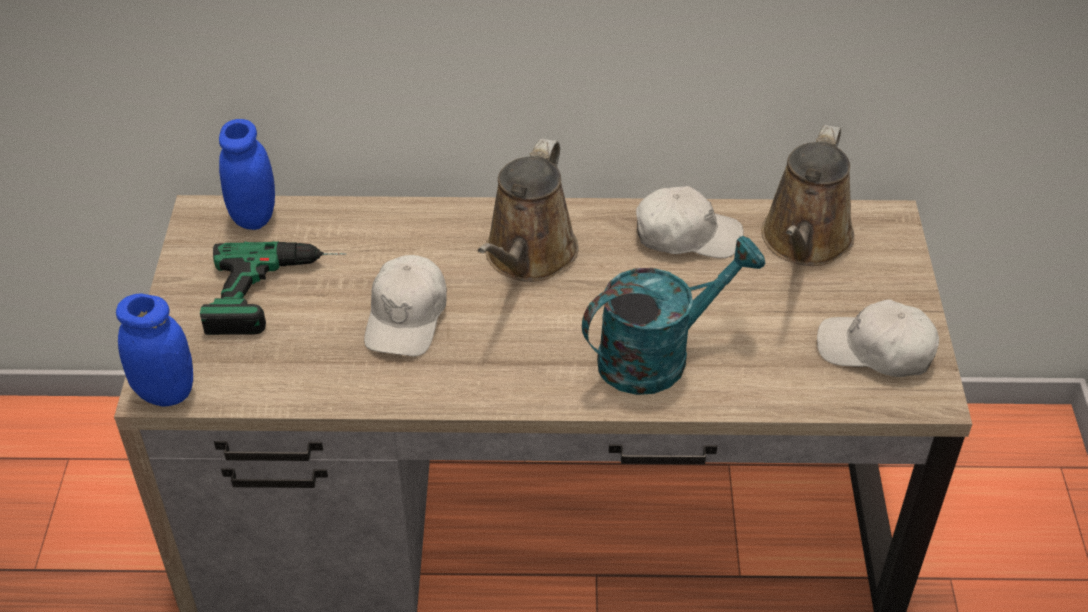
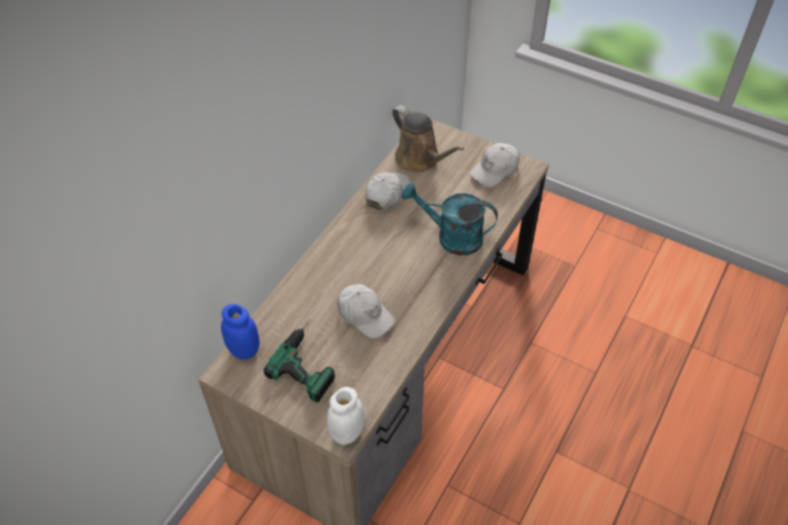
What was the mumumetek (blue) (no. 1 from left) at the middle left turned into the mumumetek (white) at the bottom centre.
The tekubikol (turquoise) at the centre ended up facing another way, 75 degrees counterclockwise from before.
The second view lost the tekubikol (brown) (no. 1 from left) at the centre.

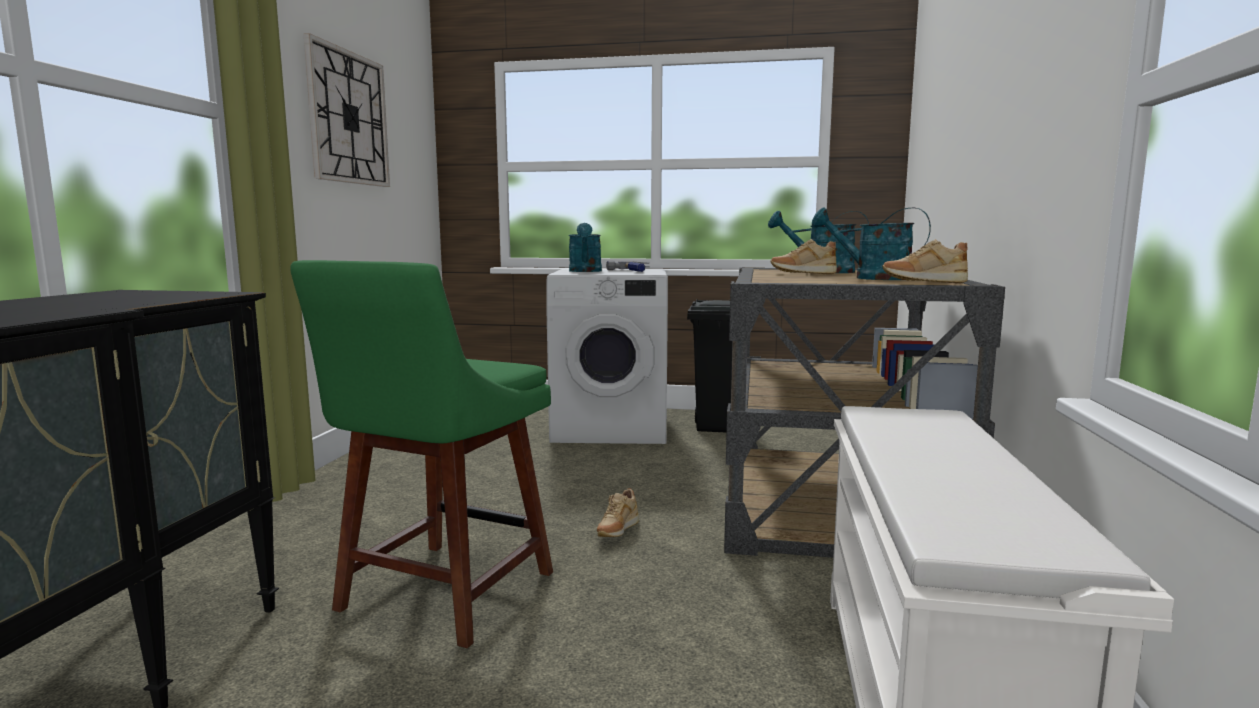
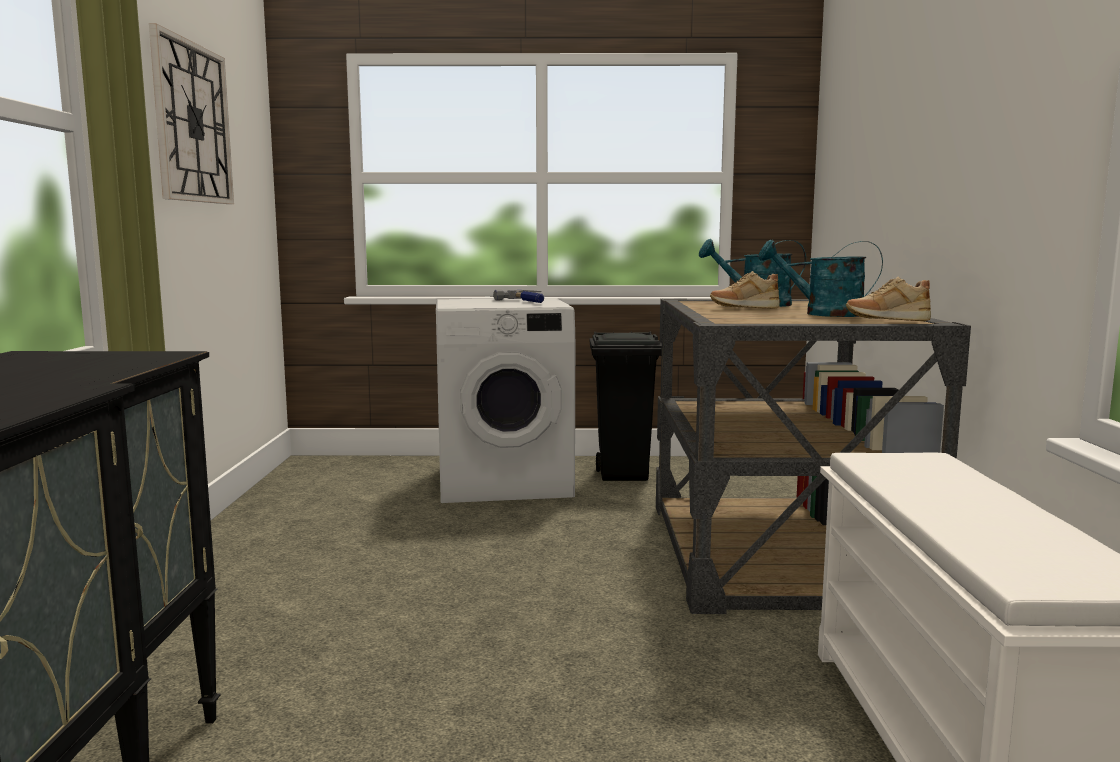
The second view lost the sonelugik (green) at the centre.
The second view lost the tekubikol (turquoise) (no. 1 from left) at the centre.
The second view lost the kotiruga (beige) (no. 1 from left) at the bottom centre.

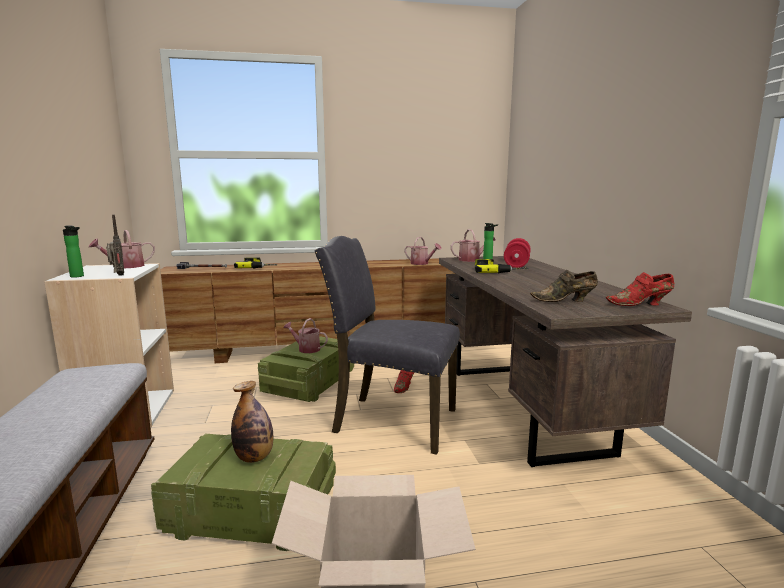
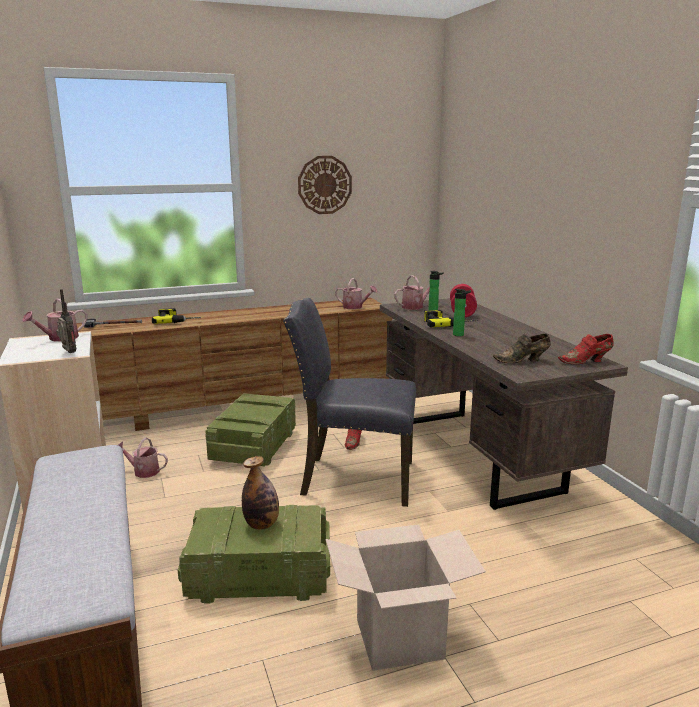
The tekubikol (no. 2 from left) ended up elsewhere, having gone from the centre to the middle left.
The second view gained the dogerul at the top centre.
The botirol (no. 1 from left in the first image) ended up elsewhere, having gone from the middle left to the centre.

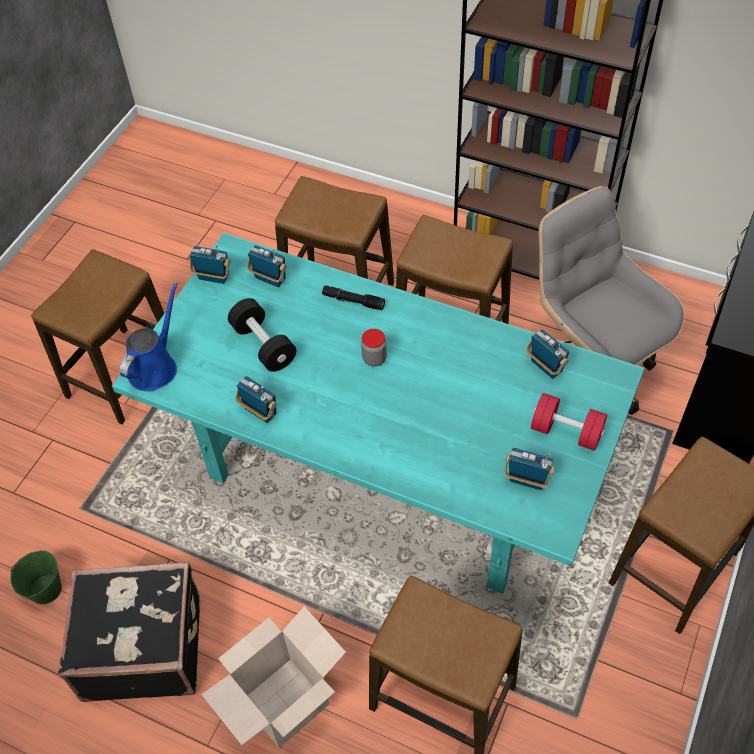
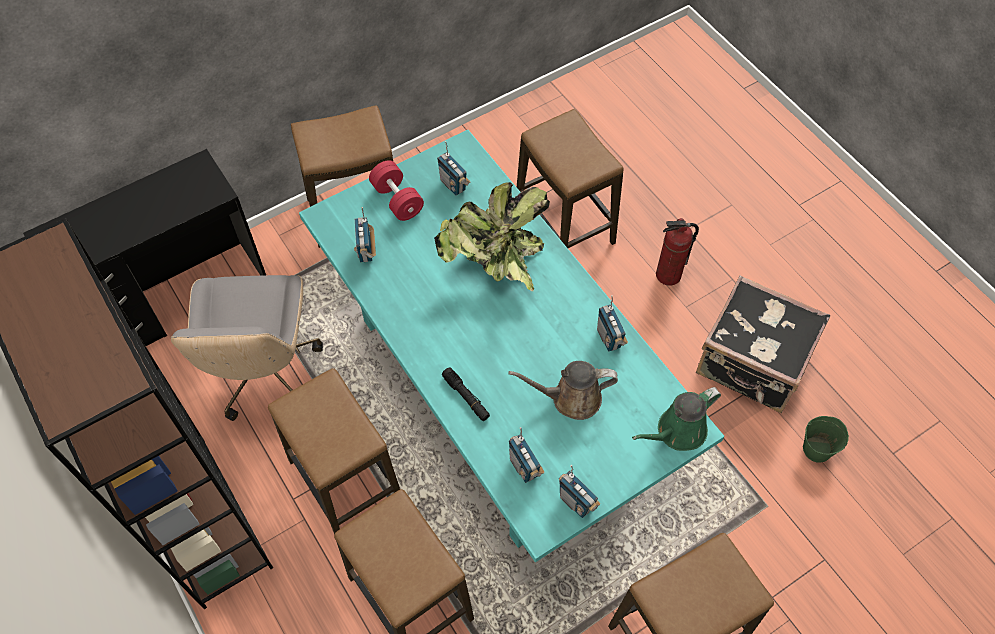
The second view gained the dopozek at the centre.
Where the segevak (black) stood at the centre, the tekubikol (brown) came to stand at the centre.
What was the tekubikol (blue) at the middle left turned into the tekubikol (green) at the middle right.
Where the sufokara stood at the bottom centre, the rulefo came to stand at the middle right.
The second view lost the mumumetek at the centre.

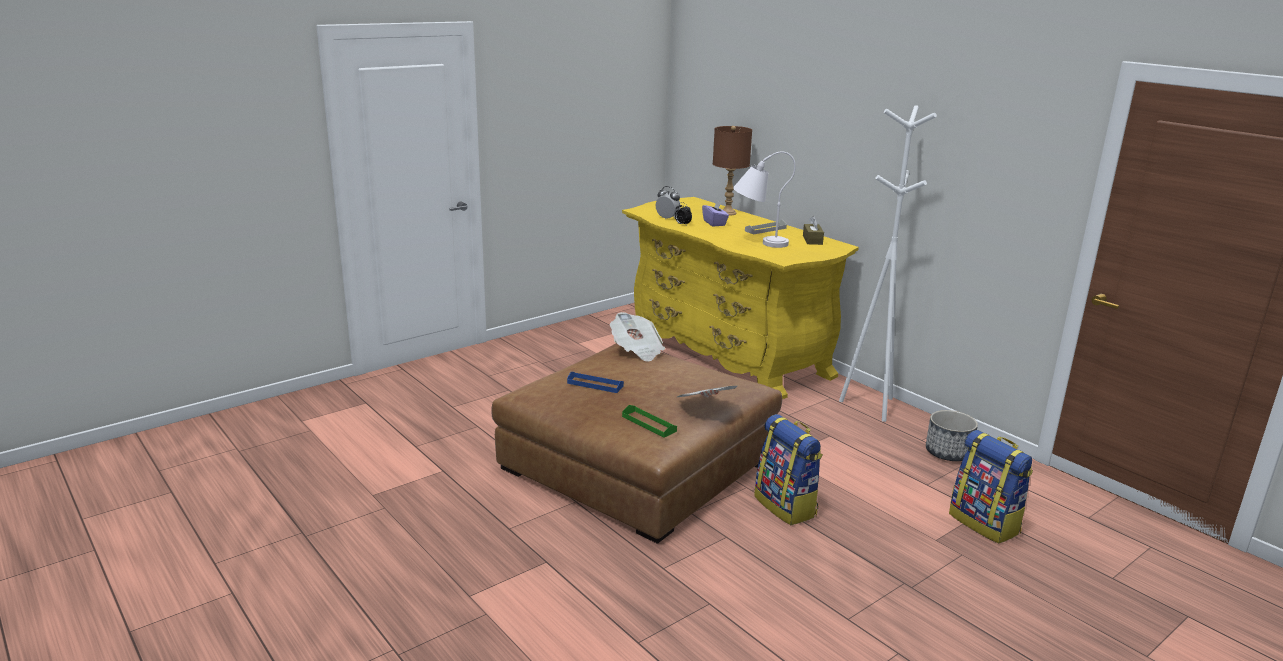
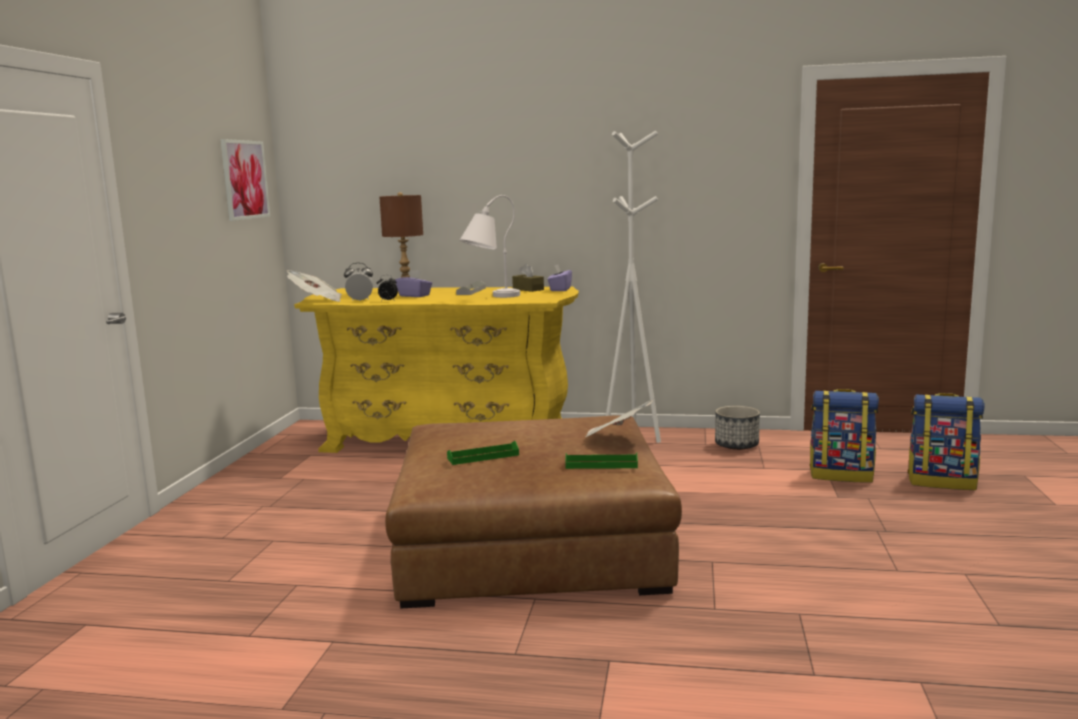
The second view gained the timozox at the top left.
The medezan (no. 1 from left) ended up elsewhere, having gone from the centre to the middle left.
What was the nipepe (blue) at the centre turned into the nipepe (green) (no. 1 from left) at the centre.
The second view gained the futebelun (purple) (no. 2 from left) at the centre.
The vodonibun (no. 1 from left in the first image) ended up elsewhere, having gone from the bottom centre to the middle right.

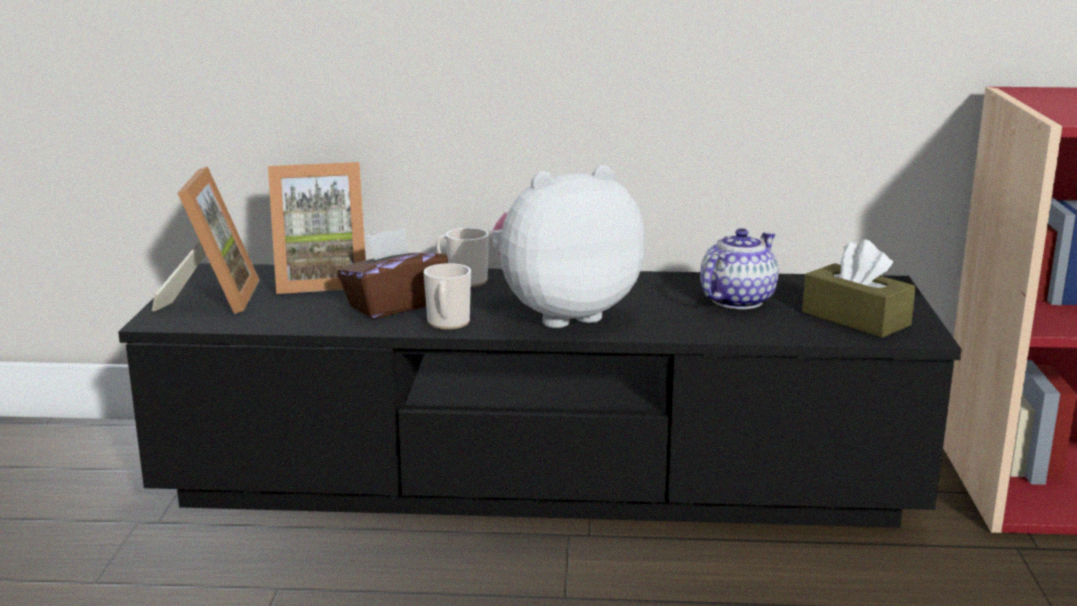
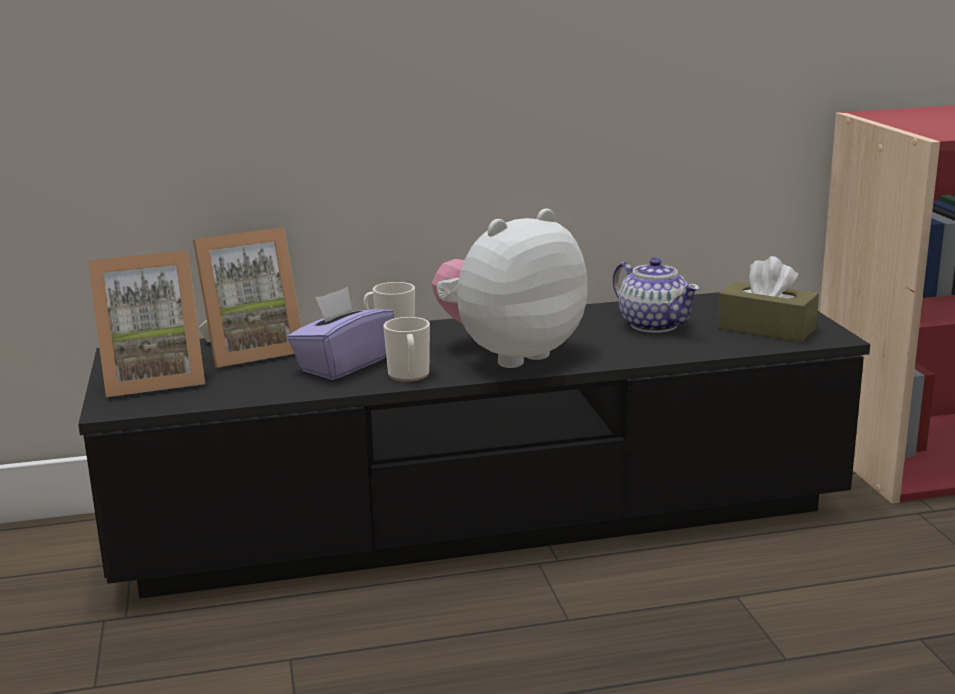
The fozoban (no. 1 from left) at the middle left ended up facing another way, 90 degrees clockwise from before.
What was the futebelun (brown) (no. 1 from left) at the centre turned into the futebelun (purple) at the centre.
The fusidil at the middle right ended up facing another way, 120 degrees clockwise from before.

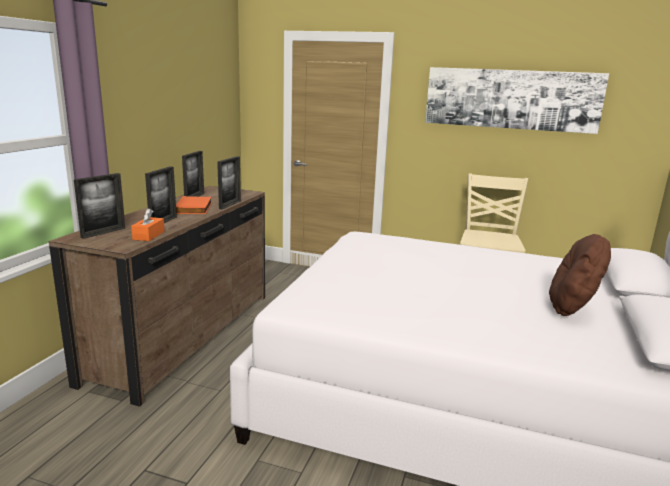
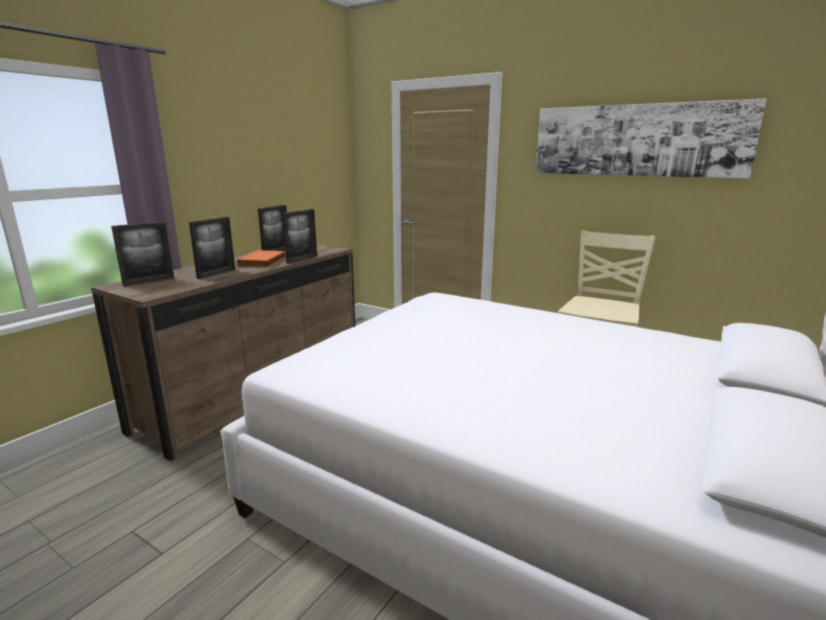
The second view lost the futebelun (orange) at the middle left.
The second view lost the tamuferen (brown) at the middle right.

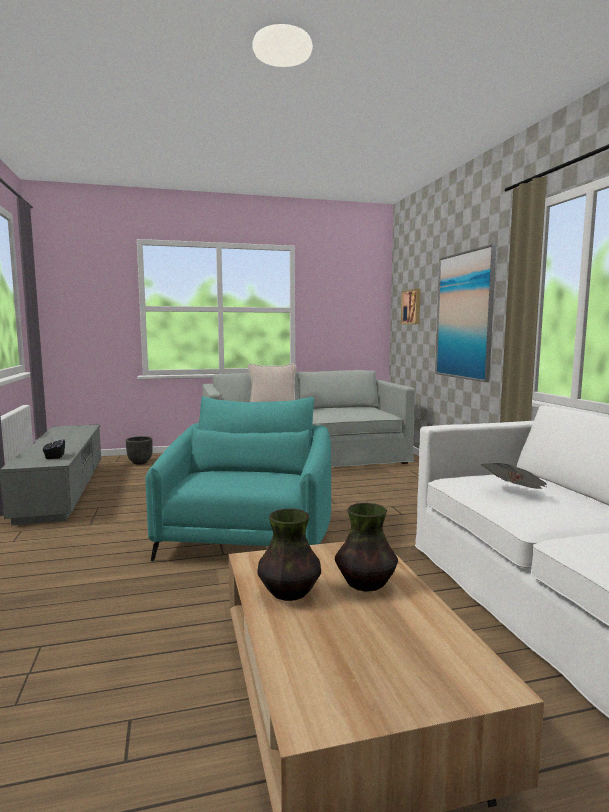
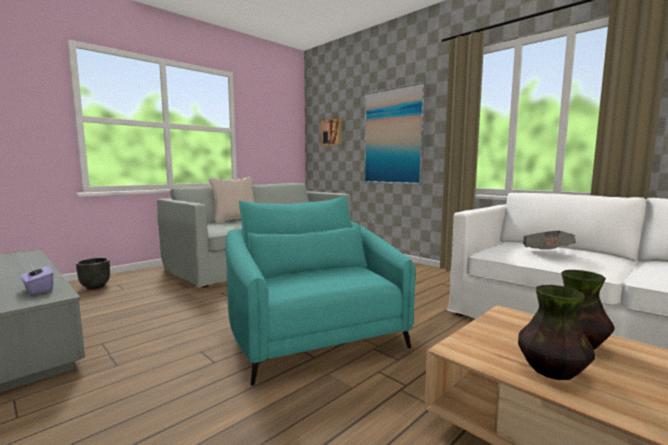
What was the futebelun (black) at the middle left turned into the futebelun (purple) at the middle left.

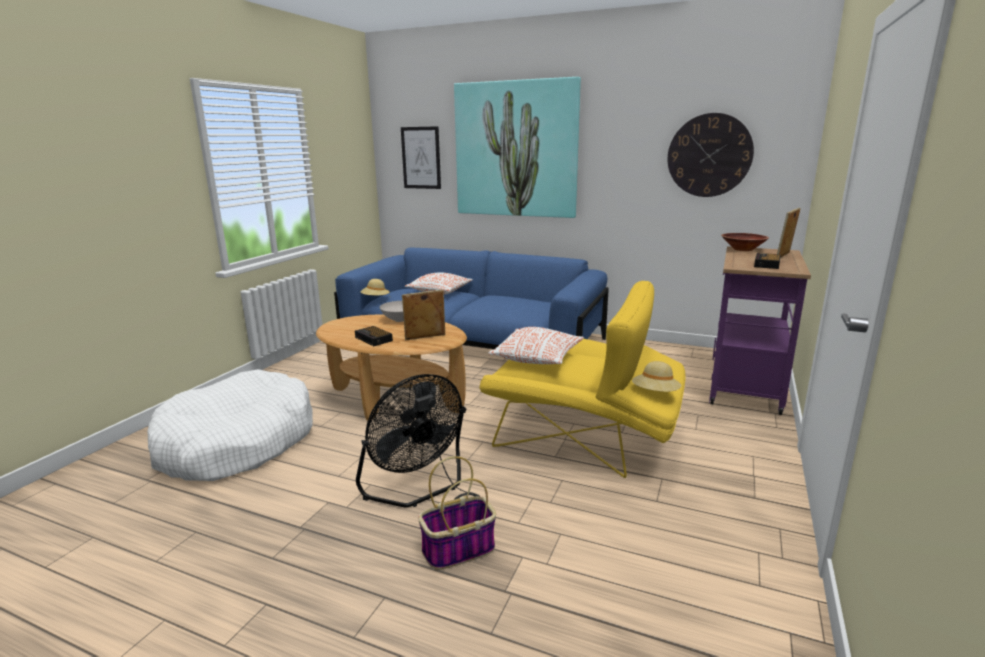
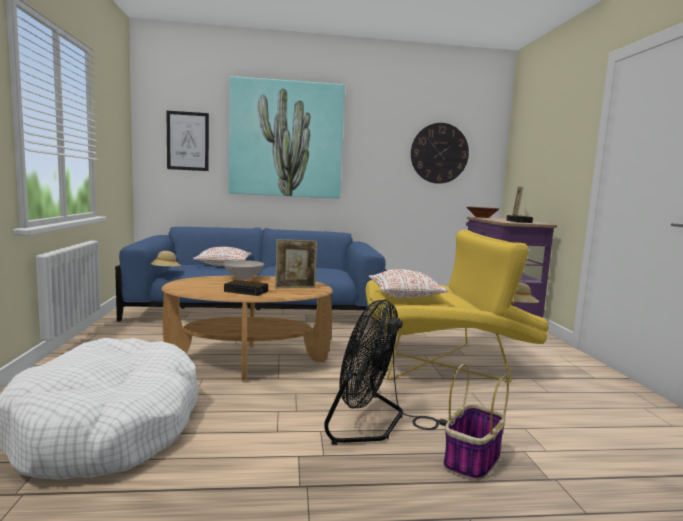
The fozoban (no. 1 from left) at the centre ended up facing another way, 150 degrees counterclockwise from before.

